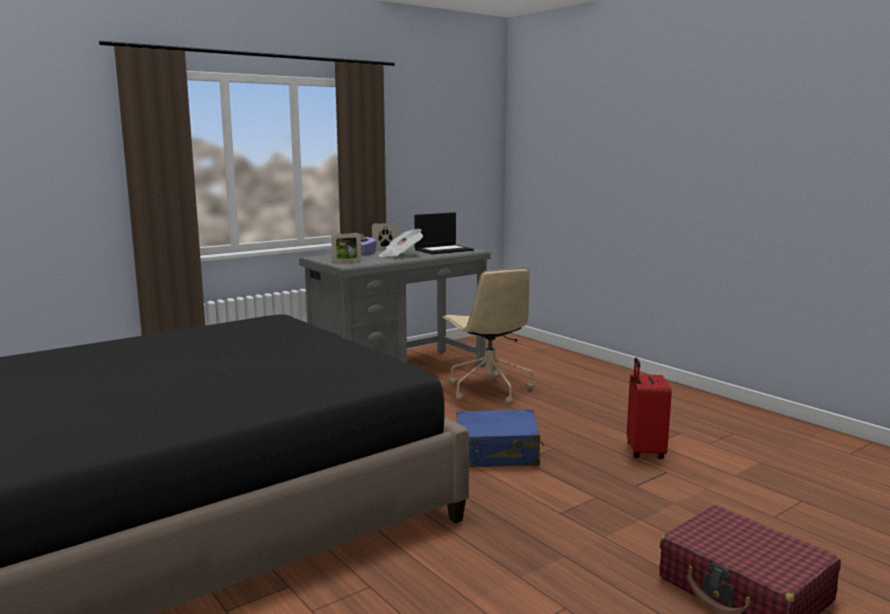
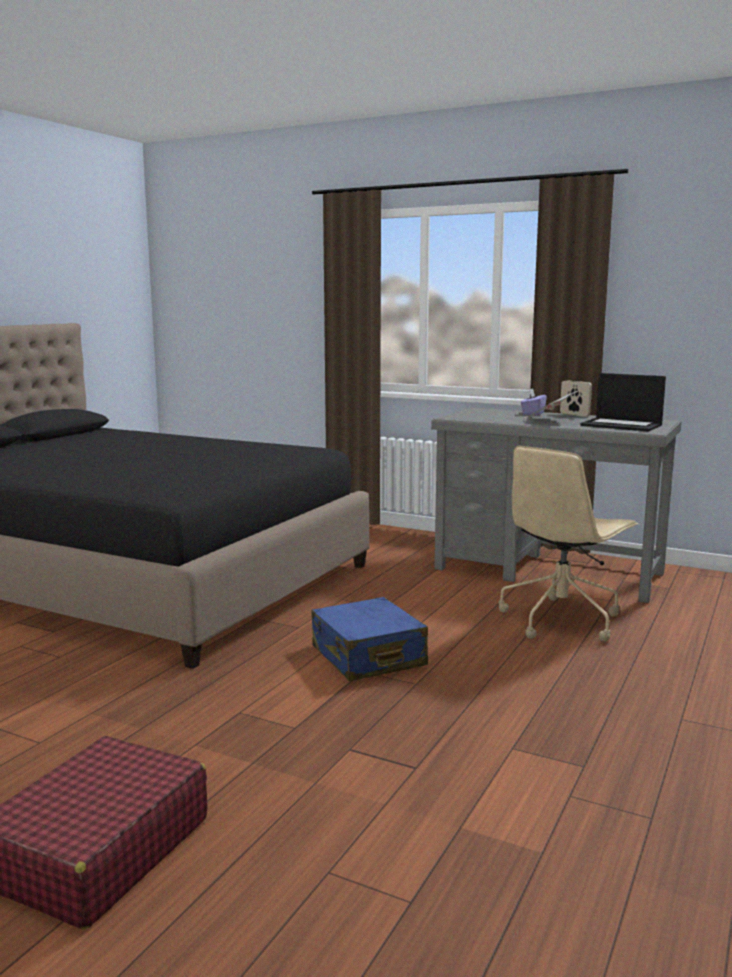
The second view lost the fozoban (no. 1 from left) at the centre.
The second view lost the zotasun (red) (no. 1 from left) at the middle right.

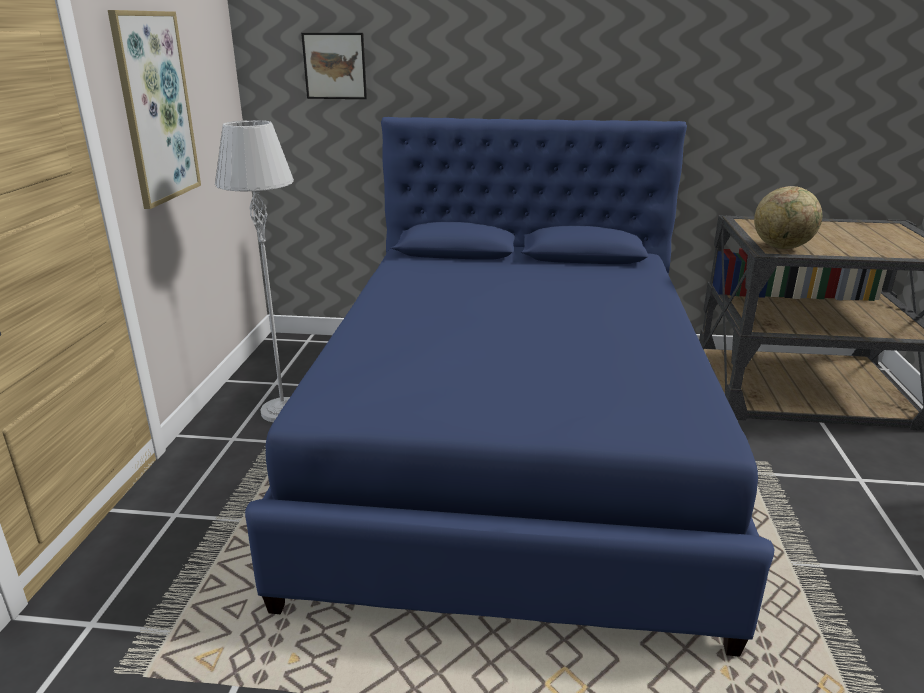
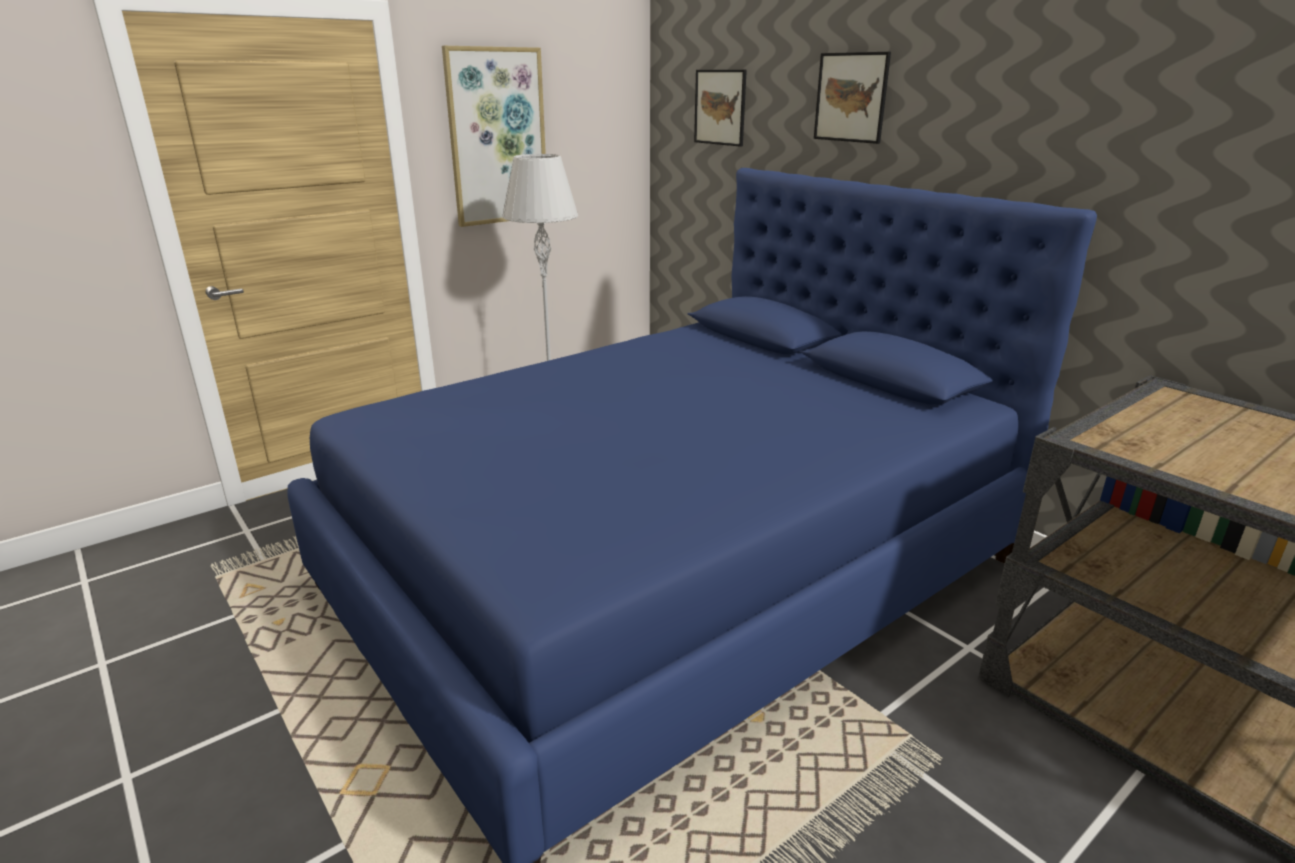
The second view gained the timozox (no. 3 from left) at the top centre.
The second view lost the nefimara at the top right.

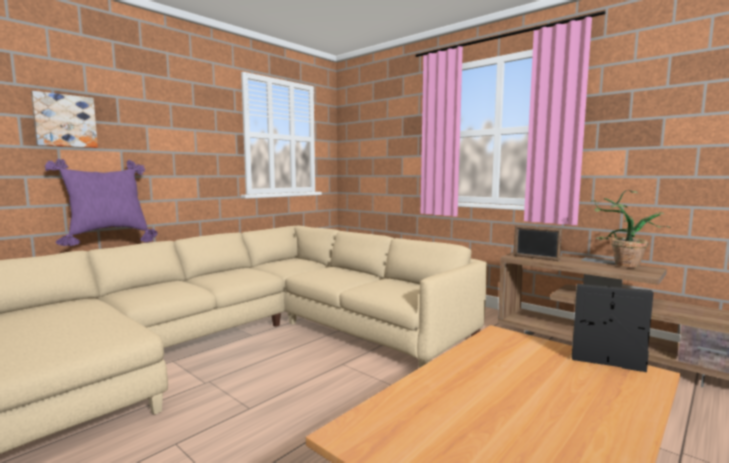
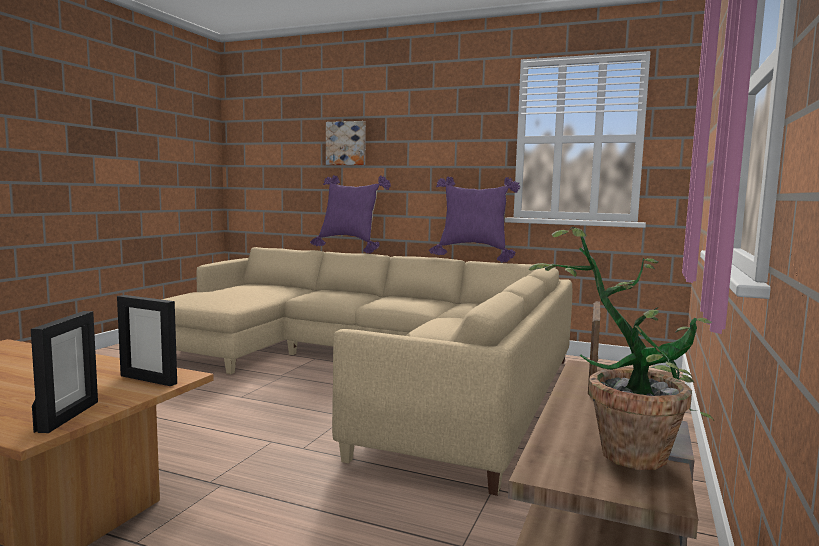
The second view gained the fozoban (no. 2 from left) at the middle left.
The second view gained the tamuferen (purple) (no. 2 from left) at the centre.

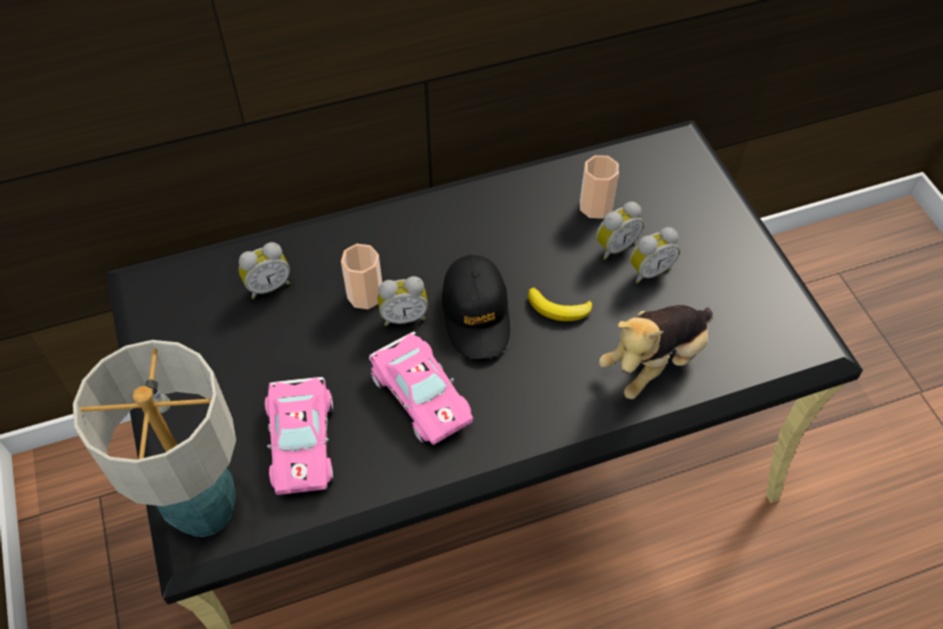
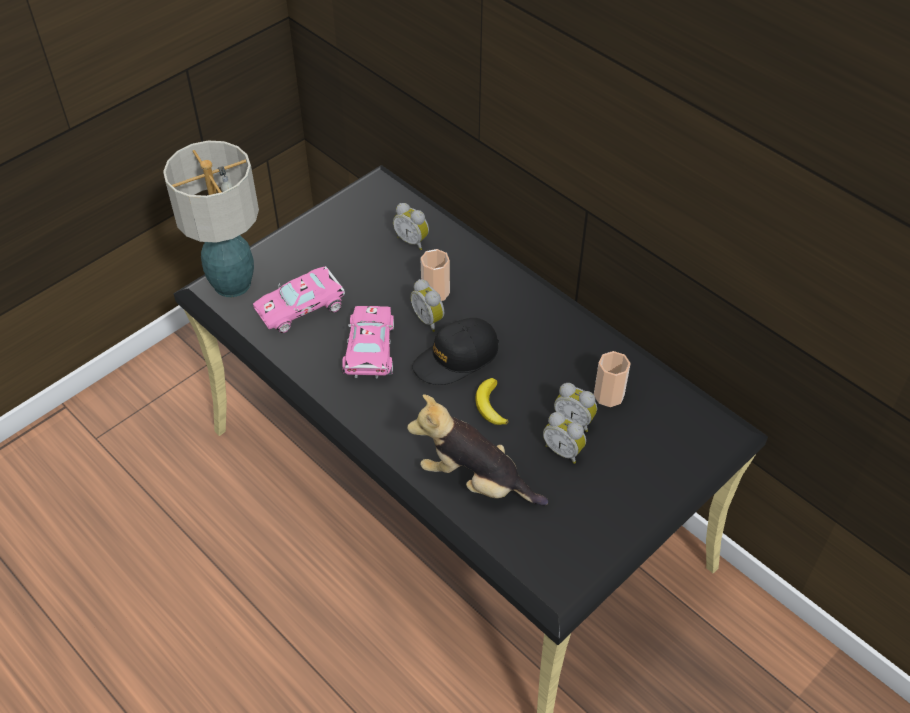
The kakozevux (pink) (no. 2 from left) at the centre ended up facing another way, 150 degrees clockwise from before.

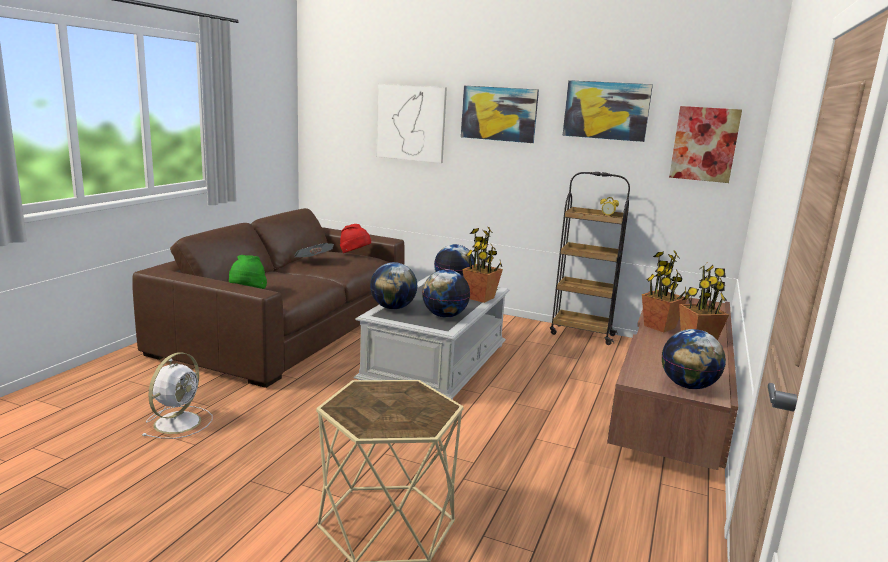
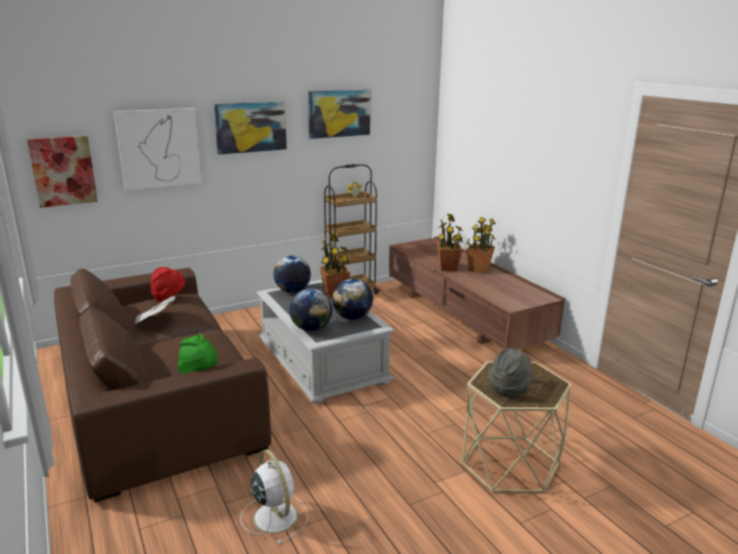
The timozox (no. 4 from left in the first image) ended up elsewhere, having gone from the top right to the top left.
The second view gained the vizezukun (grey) at the bottom right.
The second view lost the nefimara (no. 4 from left) at the middle right.

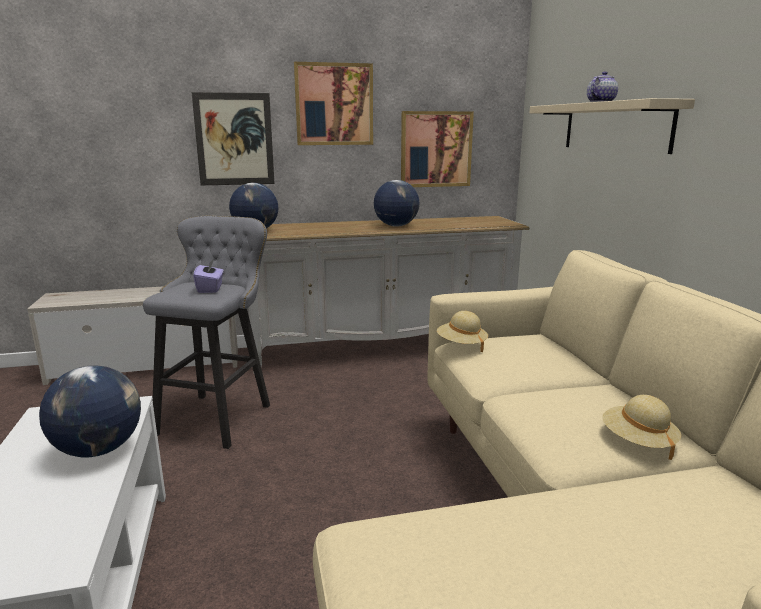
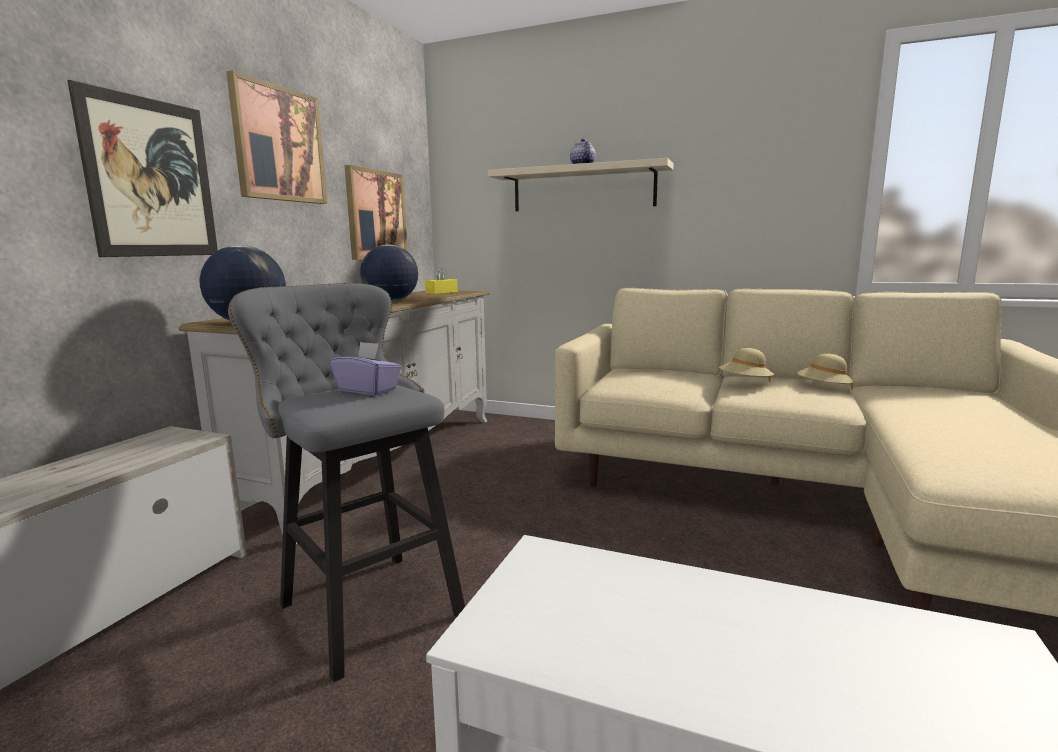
The second view gained the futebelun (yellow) at the centre.
The vizezukun (beige) (no. 1 from left) ended up elsewhere, having gone from the centre to the middle right.
The second view lost the nefimara (no. 1 from left) at the bottom left.

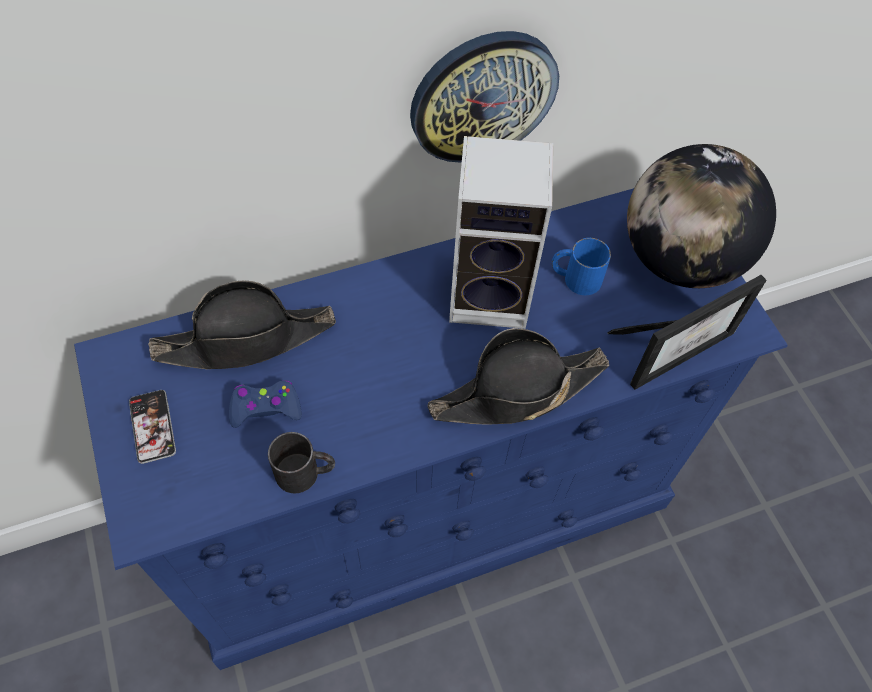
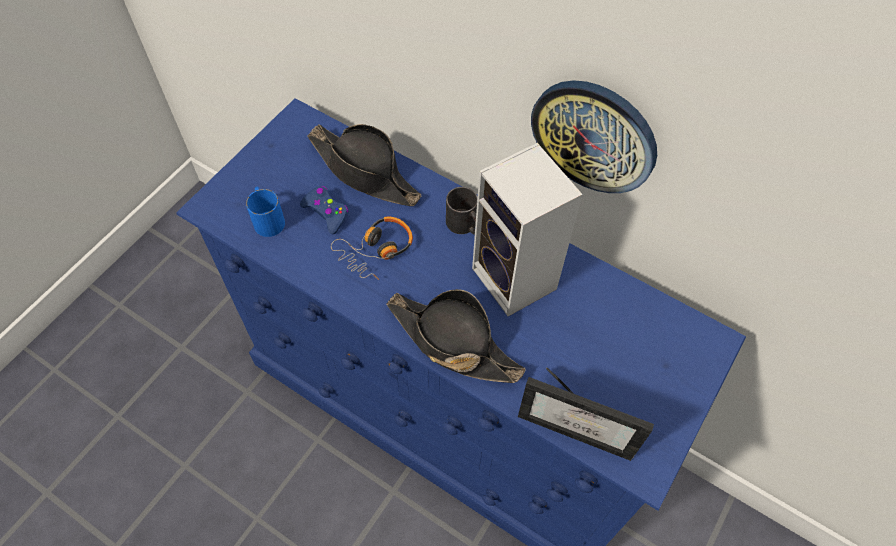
The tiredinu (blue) ended up elsewhere, having gone from the centre to the middle left.
The second view gained the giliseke at the centre.
The tiredinu (black) ended up elsewhere, having gone from the bottom centre to the centre.
The second view lost the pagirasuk at the middle left.
The second view lost the nefimara at the top right.

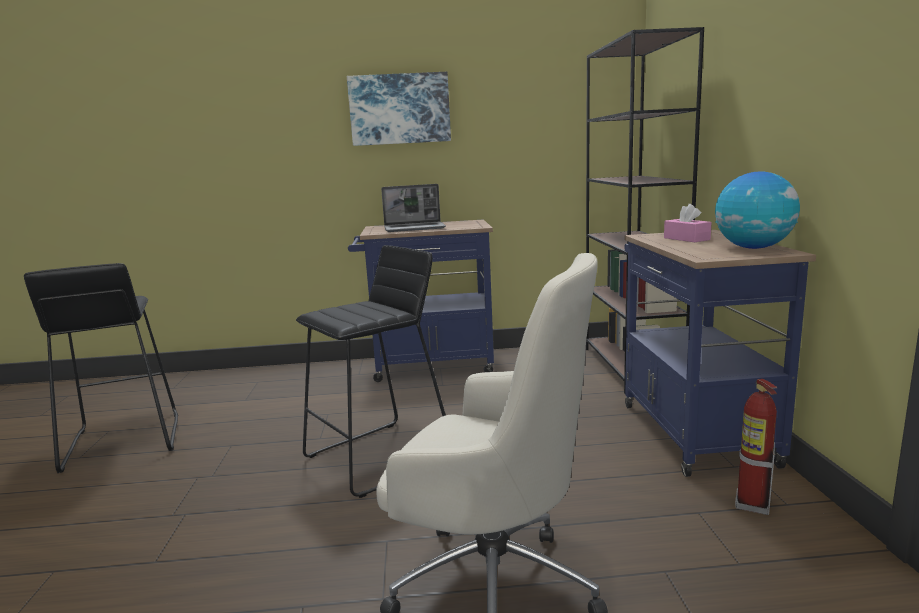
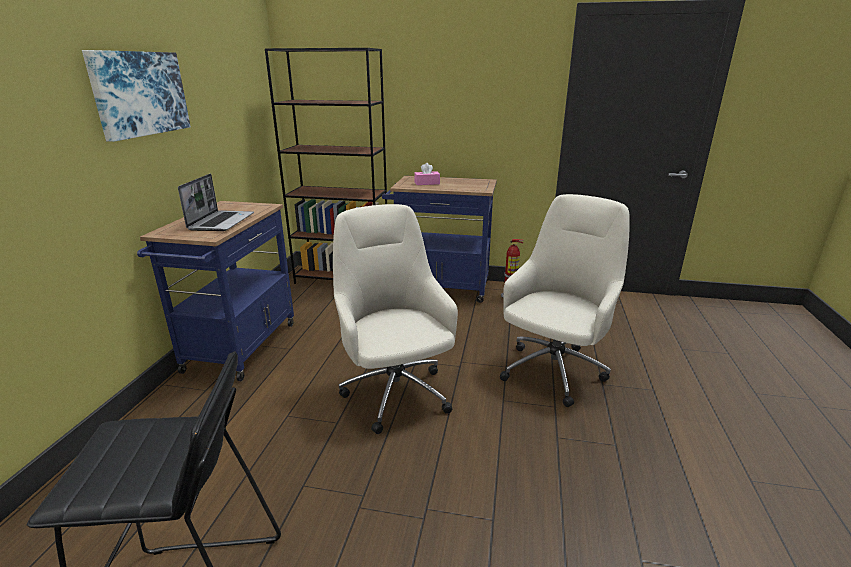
Where the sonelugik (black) (no. 2 from left) stood at the centre, the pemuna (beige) (no. 1 from left) came to stand at the centre.
The second view lost the nefimara at the middle right.

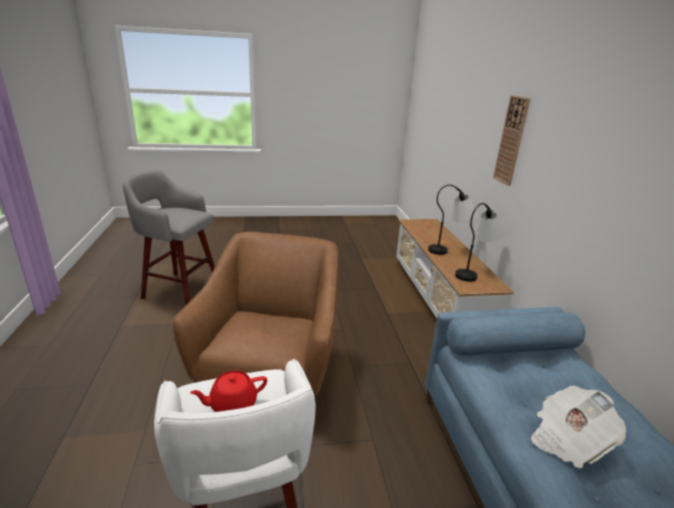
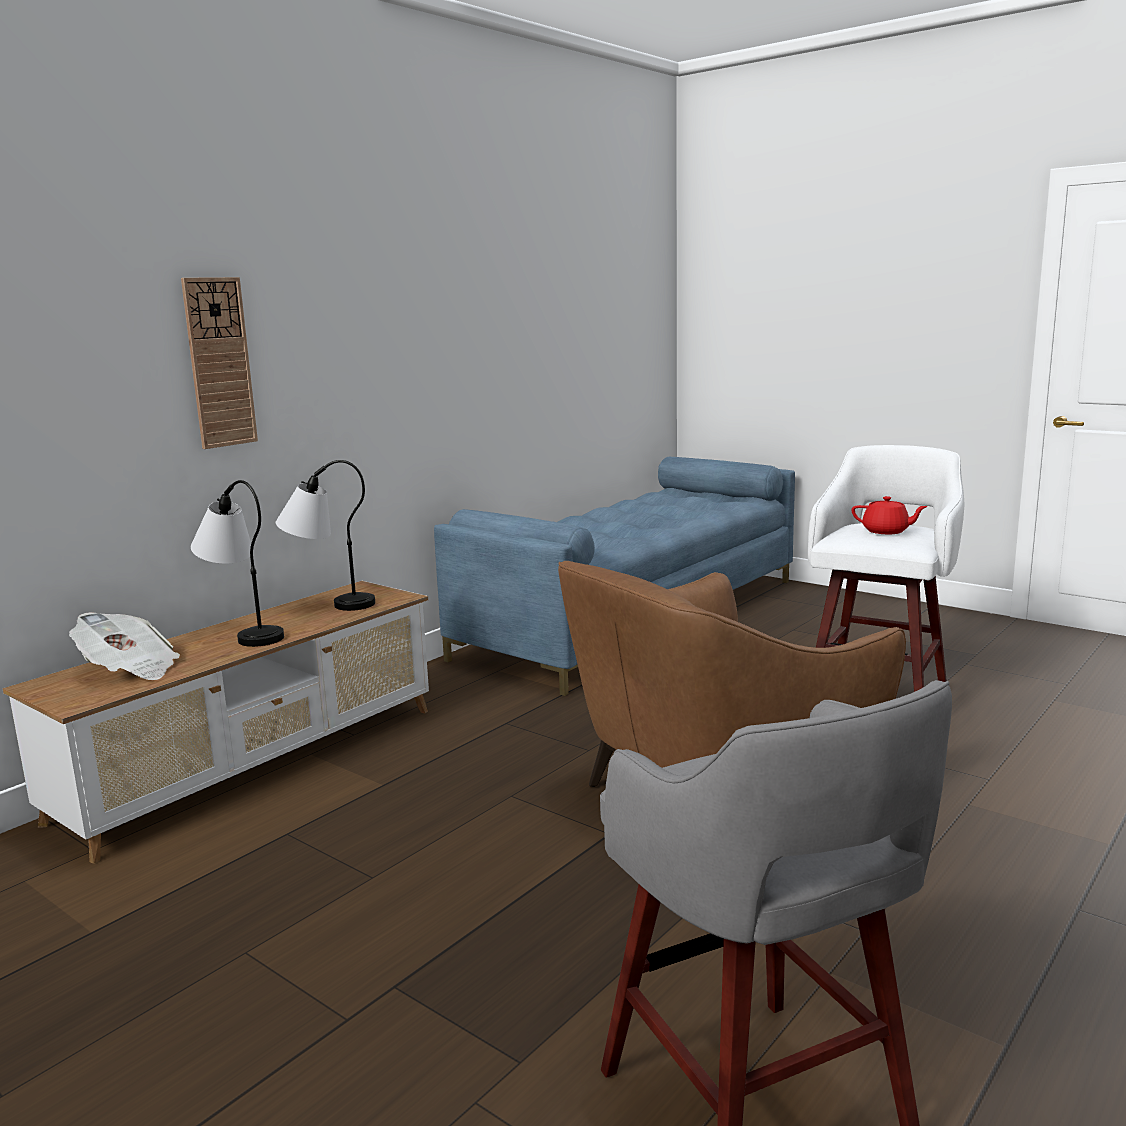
The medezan ended up elsewhere, having gone from the bottom right to the middle left.

